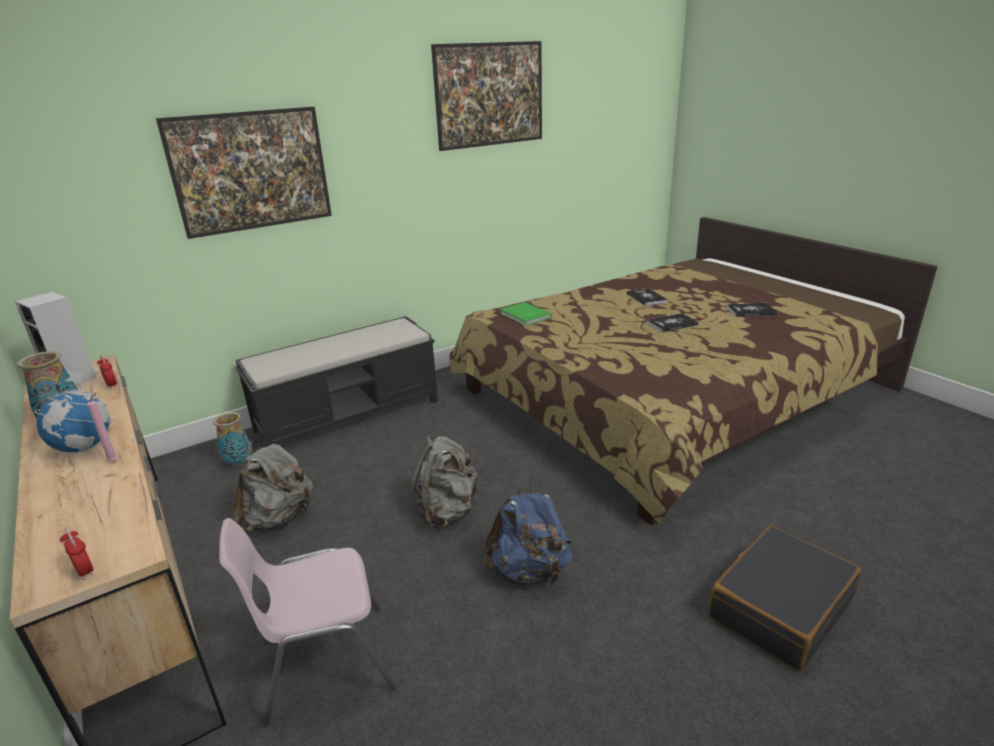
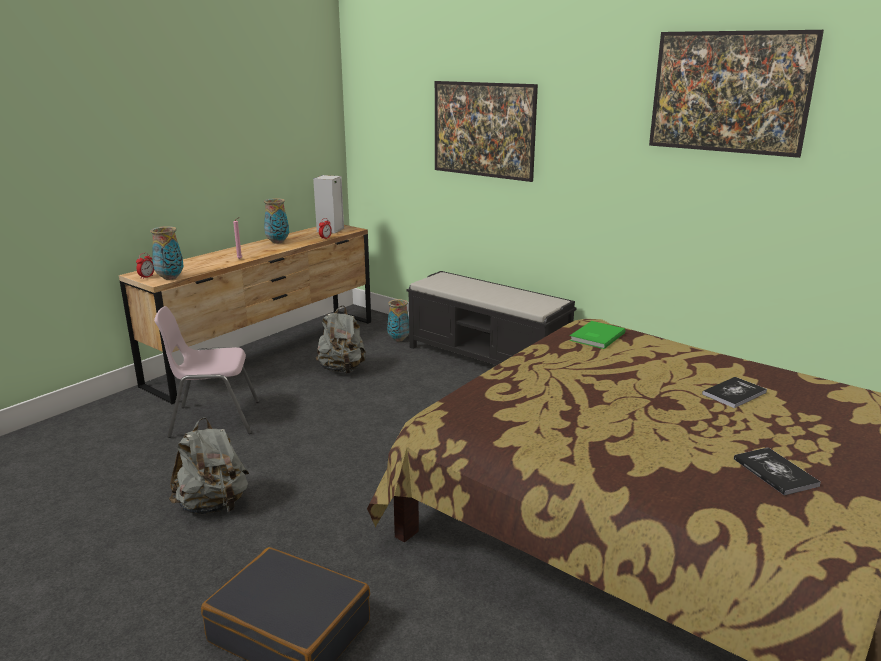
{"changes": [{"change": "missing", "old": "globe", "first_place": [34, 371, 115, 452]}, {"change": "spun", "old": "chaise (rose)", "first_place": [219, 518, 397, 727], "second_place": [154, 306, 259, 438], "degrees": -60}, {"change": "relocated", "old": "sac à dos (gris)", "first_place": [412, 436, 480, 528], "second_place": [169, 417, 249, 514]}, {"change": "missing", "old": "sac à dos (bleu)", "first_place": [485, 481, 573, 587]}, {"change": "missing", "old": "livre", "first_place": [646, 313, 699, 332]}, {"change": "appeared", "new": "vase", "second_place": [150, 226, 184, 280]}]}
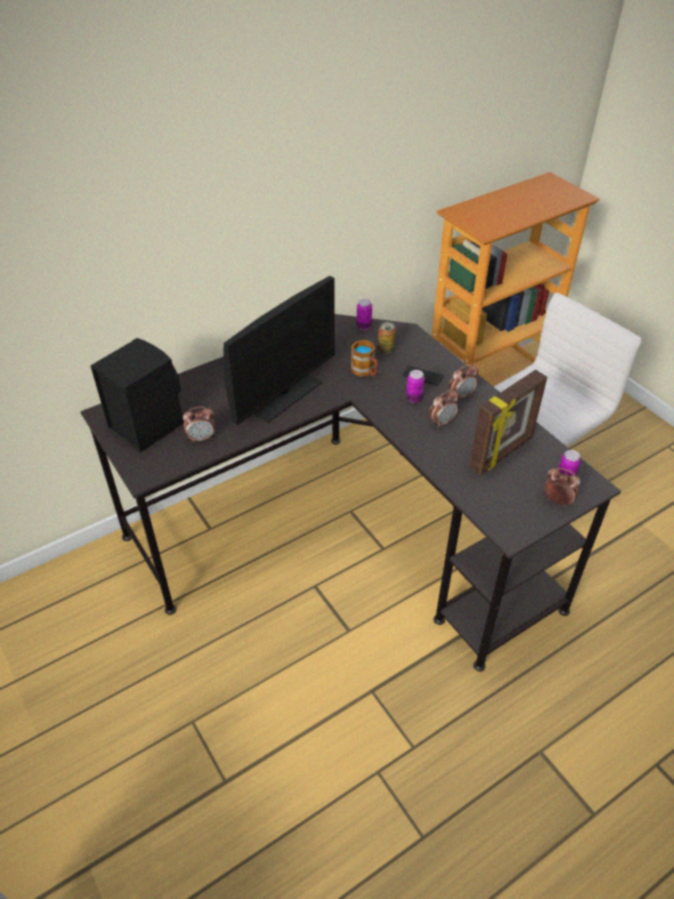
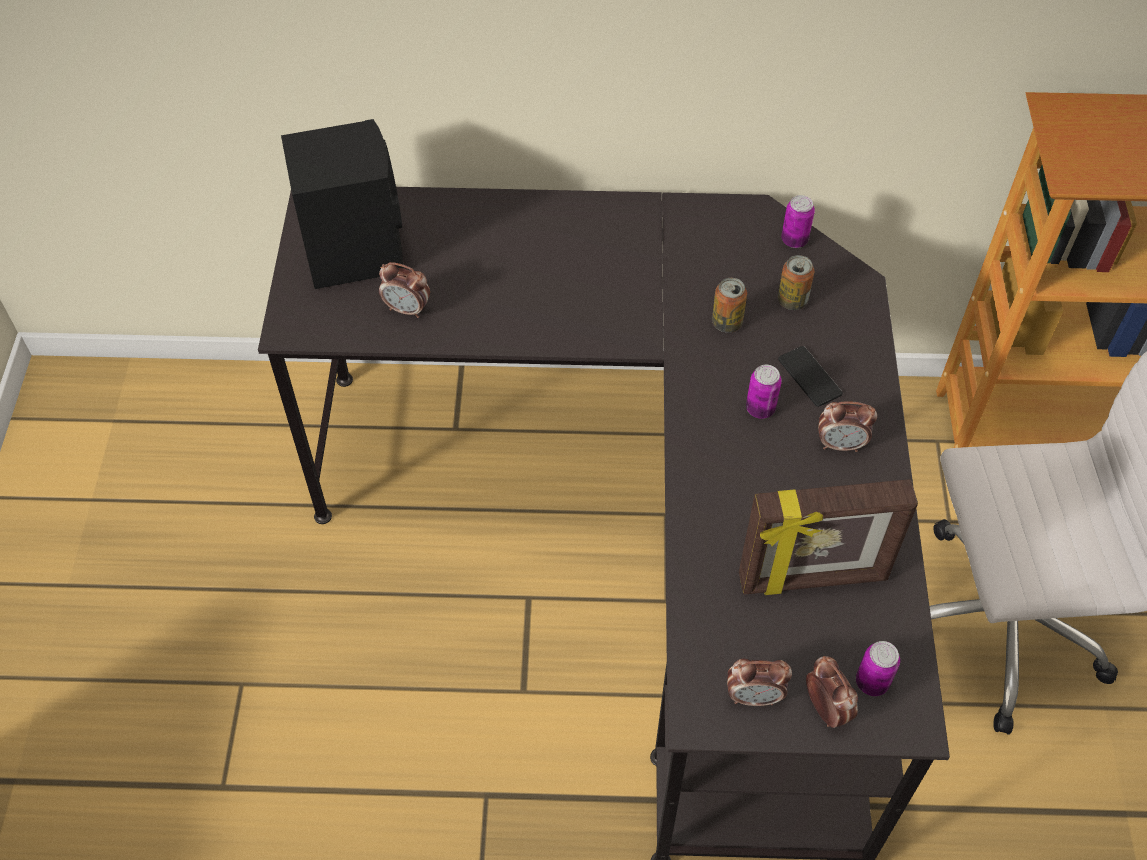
{"changes": [{"change": "missing", "old": "écran d'ordinateur", "first_place": [223, 276, 335, 425]}, {"change": "exchanged", "old": "mug", "new": "boîte métallique", "first_place": [351, 340, 378, 377], "second_place": [712, 278, 747, 333]}, {"change": "relocated", "old": "réveil", "first_place": [429, 390, 459, 428], "second_place": [727, 659, 792, 706]}]}
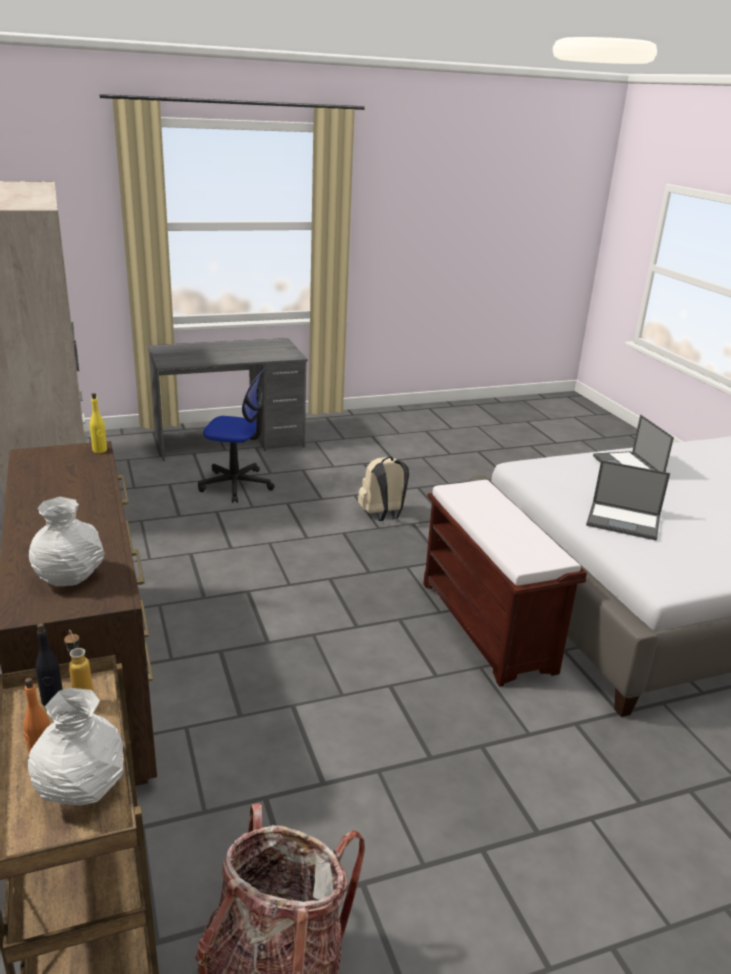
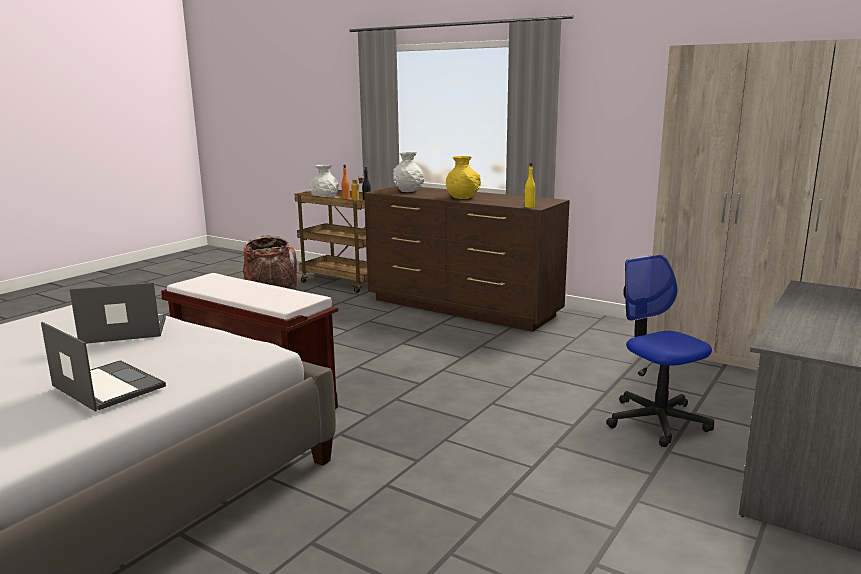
{"changes": [{"change": "spun", "old": "chaise de bureau", "first_place": [198, 368, 275, 503], "second_place": [606, 254, 714, 447], "degrees": 90}, {"change": "missing", "old": "sac à dos (beige)", "first_place": [358, 457, 409, 521]}, {"change": "appeared", "new": "vase (jaune)", "second_place": [446, 156, 481, 199]}]}
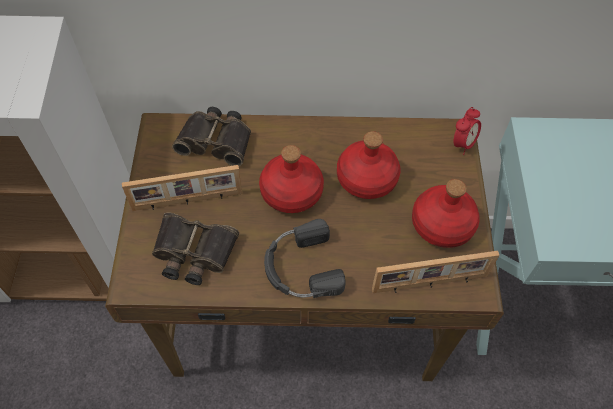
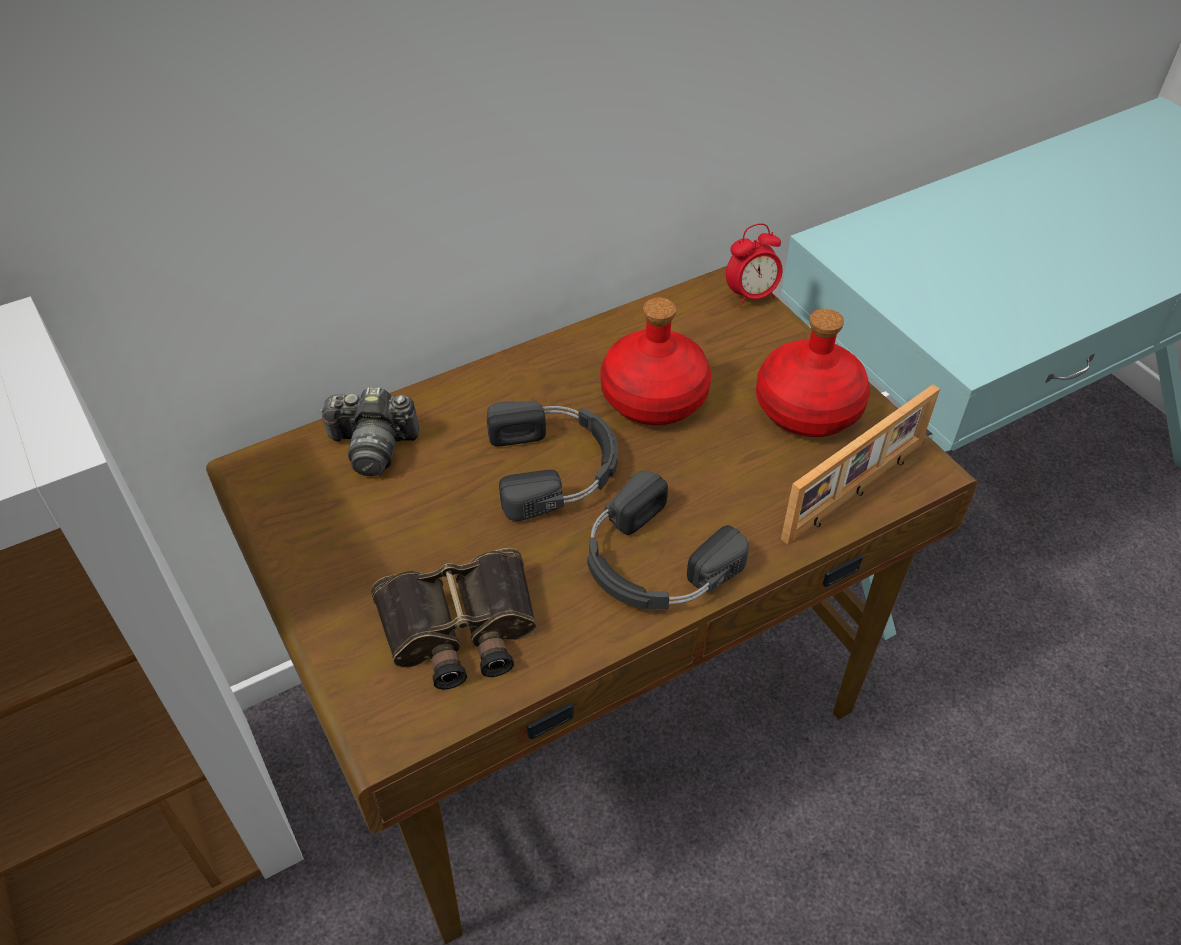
{"changes": [{"change": "missing", "old": "cadre photo", "first_place": [122, 165, 242, 211]}, {"change": "exchanged", "old": "jumelles", "new": "appareil photo", "first_place": [172, 107, 251, 166], "second_place": [319, 387, 419, 476]}, {"change": "exchanged", "old": "bouteille (rouge)", "new": "casque audio (noir)", "first_place": [259, 145, 324, 213], "second_place": [486, 401, 618, 521]}, {"change": "spun", "old": "réveil", "first_place": [453, 107, 481, 155], "second_place": [726, 223, 783, 308], "degrees": 60}]}
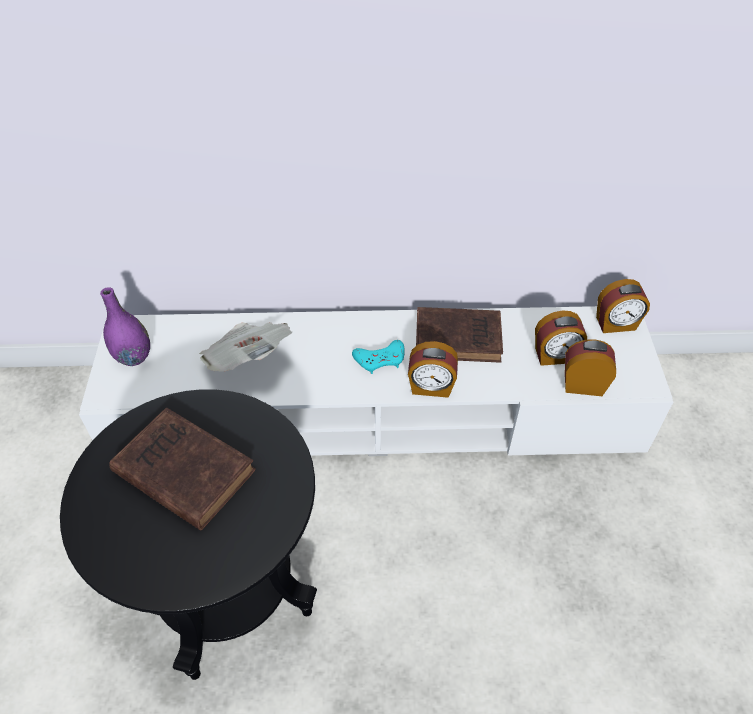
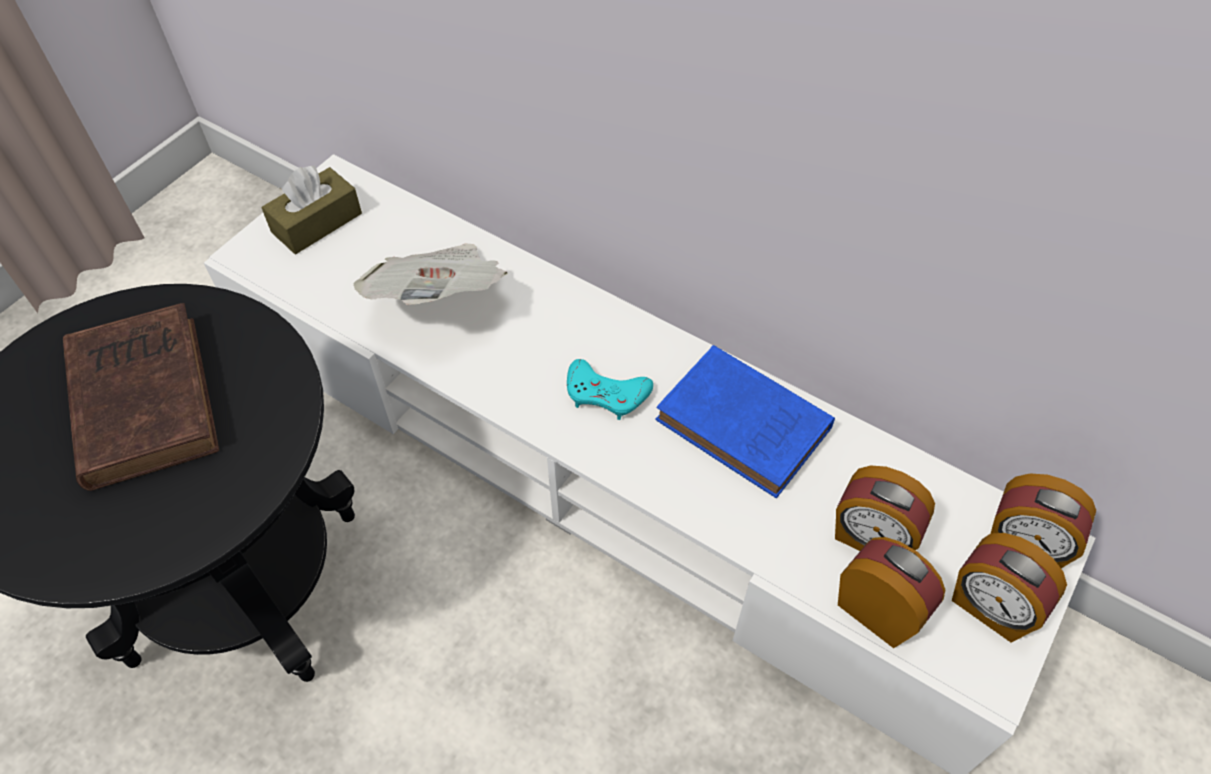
{"changes": [{"change": "exchanged", "old": "vase (violet)", "new": "boîte à mouchoirs (marron)", "first_place": [100, 287, 150, 366], "second_place": [261, 165, 362, 254]}, {"change": "relocated", "old": "réveil", "first_place": [408, 341, 458, 398], "second_place": [952, 533, 1067, 643]}, {"change": "colour", "old": "livre (marron)", "new": "livre (bleu)", "first_place": [416, 307, 503, 363], "second_place": [655, 345, 835, 498]}]}
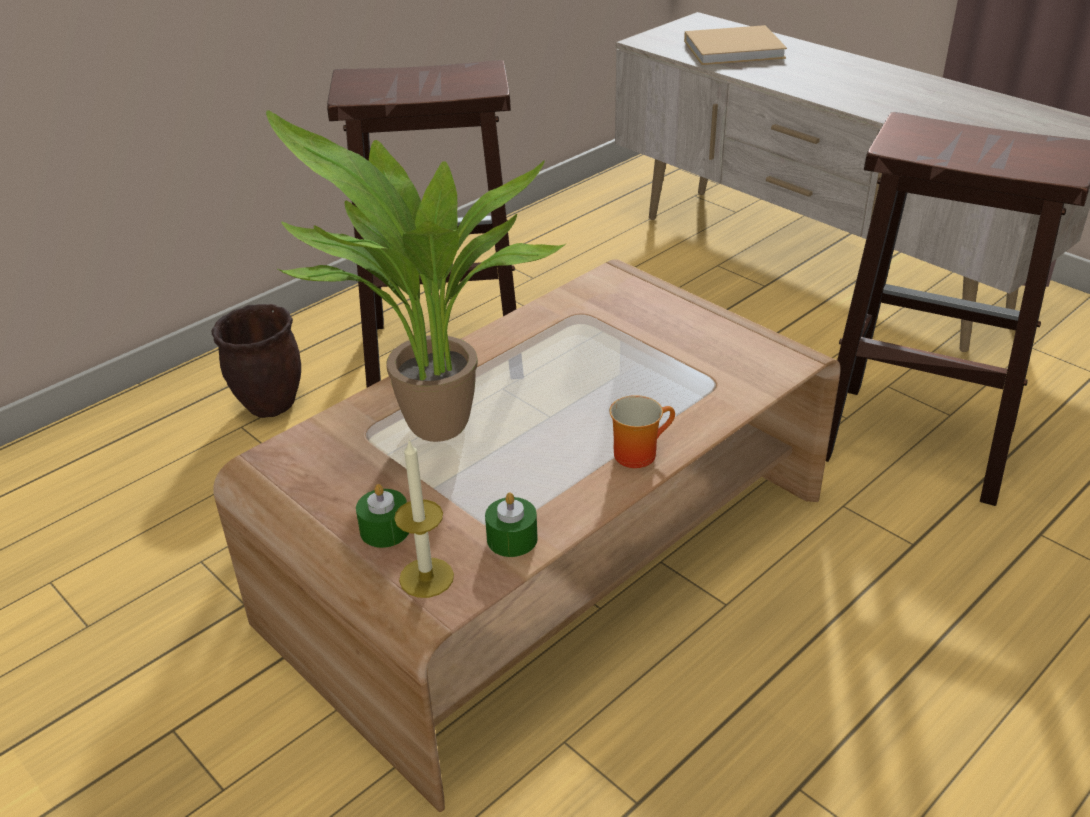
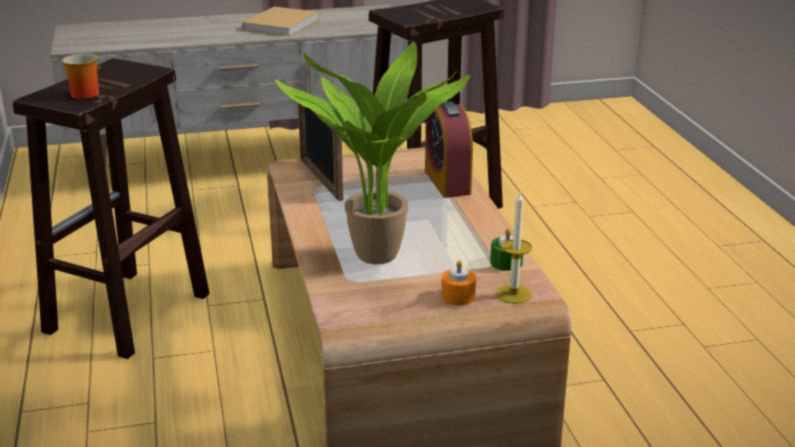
{"changes": [{"change": "missing", "old": "cache-pot (marron)", "first_place": [212, 304, 301, 418]}, {"change": "colour", "old": "bougie (vert)", "new": "bougie (orange)", "first_place": [356, 484, 409, 548], "second_place": [441, 260, 476, 305]}, {"change": "relocated", "old": "mug", "first_place": [609, 395, 675, 468], "second_place": [62, 54, 99, 99]}, {"change": "relocated", "old": "livre (beige)", "first_place": [684, 25, 787, 65], "second_place": [242, 7, 319, 36]}, {"change": "appeared", "new": "cadre photo", "second_place": [298, 103, 343, 201]}, {"change": "appeared", "new": "réveil", "second_place": [425, 101, 473, 198]}]}
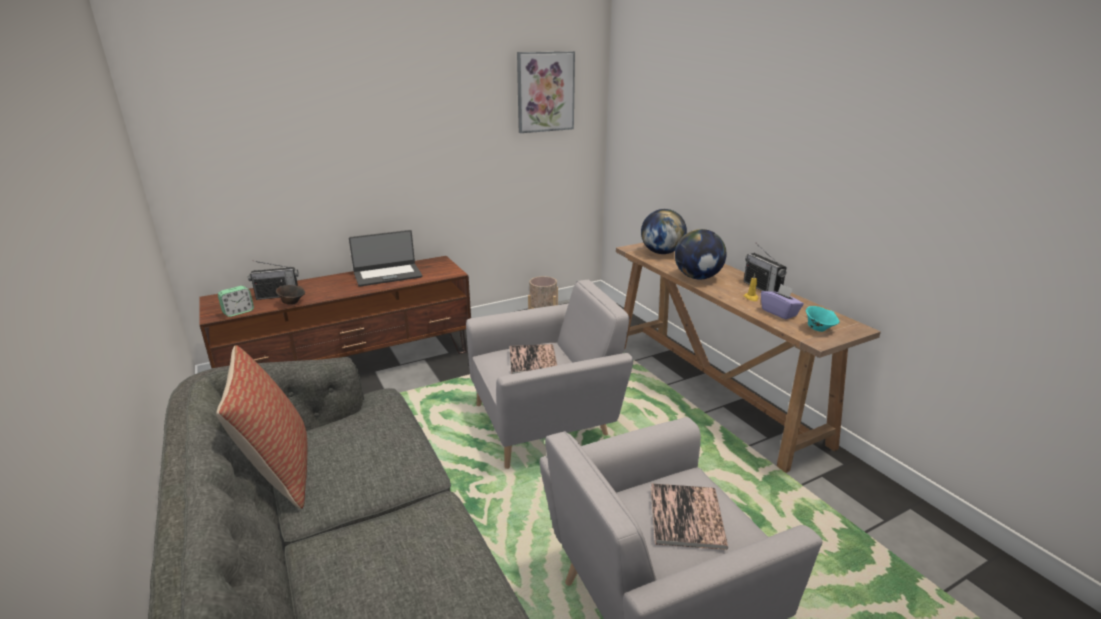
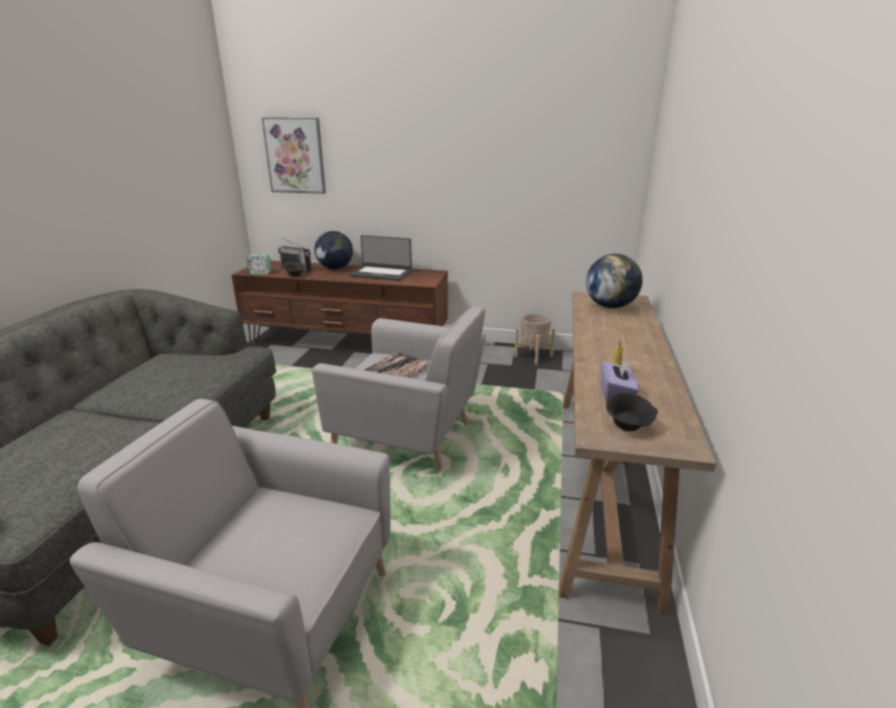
{"changes": [{"change": "missing", "old": "coussin", "first_place": [216, 345, 307, 509]}, {"change": "relocated", "old": "tableau", "first_place": [517, 51, 575, 133], "second_place": [262, 118, 326, 194]}, {"change": "missing", "old": "livre", "first_place": [651, 483, 728, 550]}, {"change": "relocated", "old": "globe", "first_place": [675, 229, 727, 280], "second_place": [314, 231, 353, 269]}, {"change": "missing", "old": "radio", "first_place": [744, 243, 787, 292]}, {"change": "colour", "old": "bol (turquoise)", "new": "bol (noir)", "first_place": [806, 306, 839, 332], "second_place": [606, 393, 658, 431]}]}
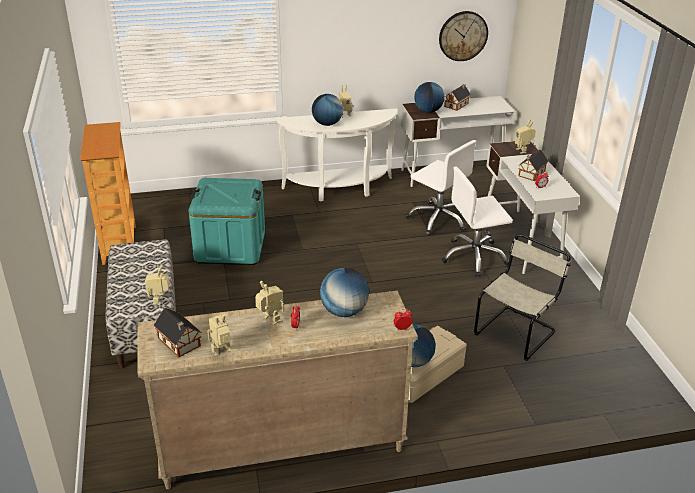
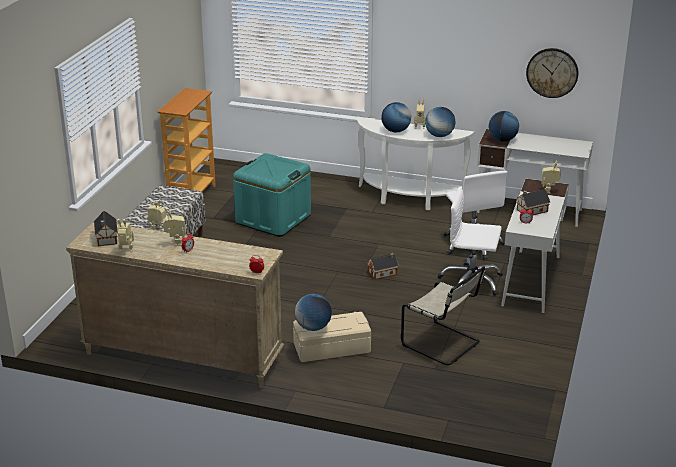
{"changes": [{"change": "relocated", "old": "globe", "first_place": [320, 268, 369, 317], "second_place": [425, 107, 455, 137]}, {"change": "relocated", "old": "maison miniature", "first_place": [444, 84, 471, 111], "second_place": [367, 253, 399, 279]}, {"change": "spun", "old": "chaise (beige)", "first_place": [474, 234, 571, 361], "second_place": [401, 266, 485, 365], "degrees": 60}]}
